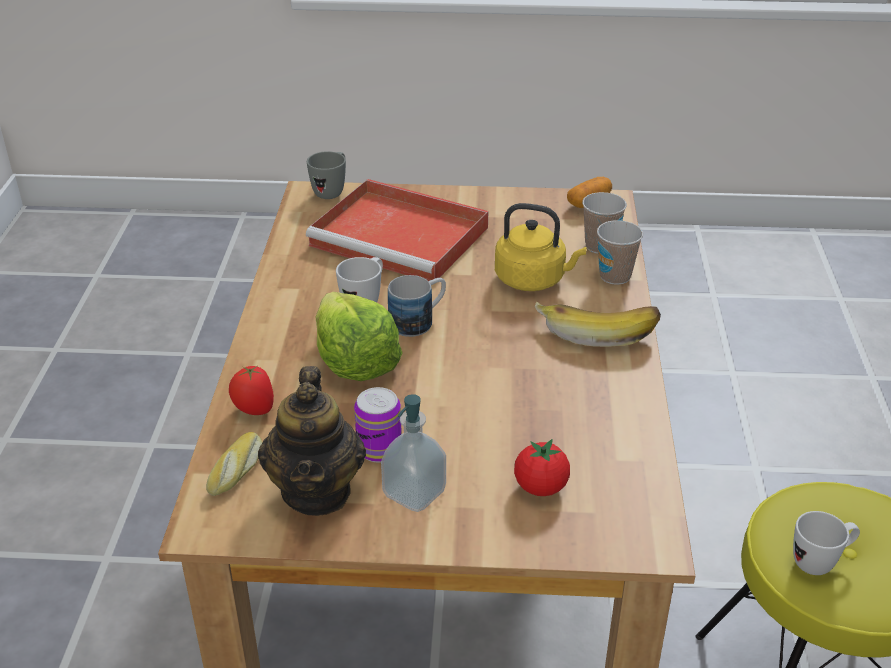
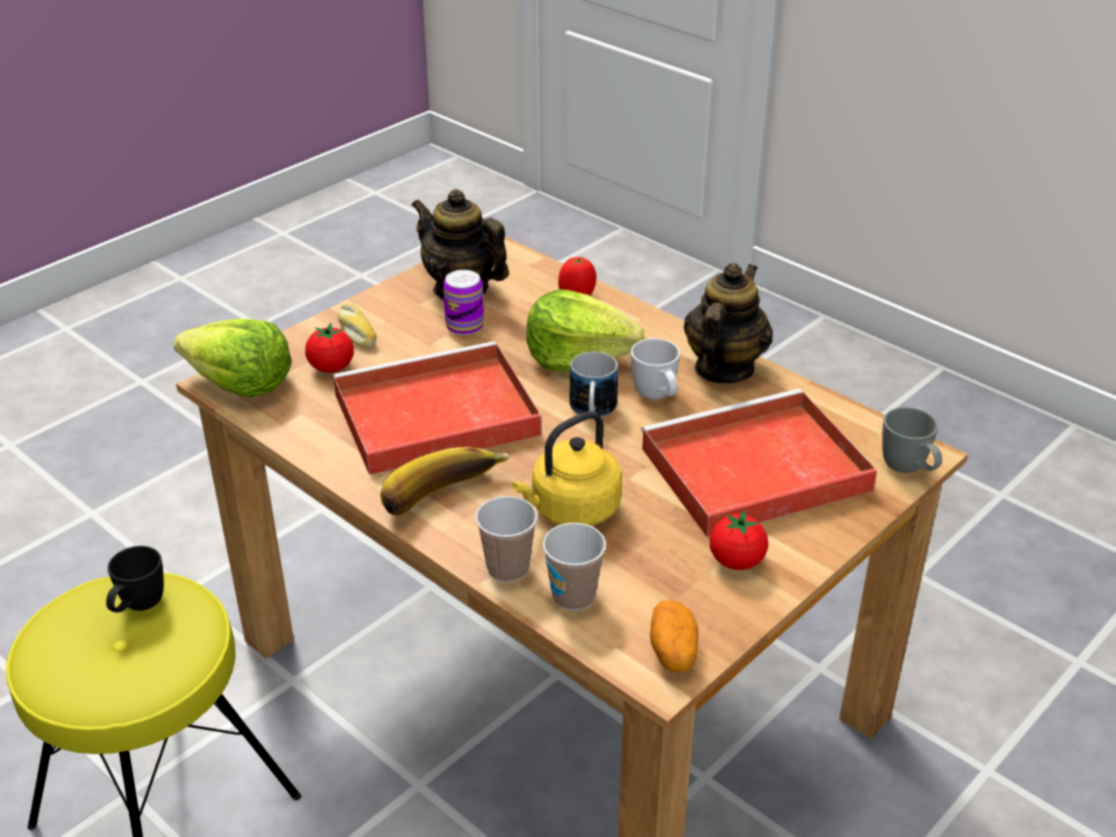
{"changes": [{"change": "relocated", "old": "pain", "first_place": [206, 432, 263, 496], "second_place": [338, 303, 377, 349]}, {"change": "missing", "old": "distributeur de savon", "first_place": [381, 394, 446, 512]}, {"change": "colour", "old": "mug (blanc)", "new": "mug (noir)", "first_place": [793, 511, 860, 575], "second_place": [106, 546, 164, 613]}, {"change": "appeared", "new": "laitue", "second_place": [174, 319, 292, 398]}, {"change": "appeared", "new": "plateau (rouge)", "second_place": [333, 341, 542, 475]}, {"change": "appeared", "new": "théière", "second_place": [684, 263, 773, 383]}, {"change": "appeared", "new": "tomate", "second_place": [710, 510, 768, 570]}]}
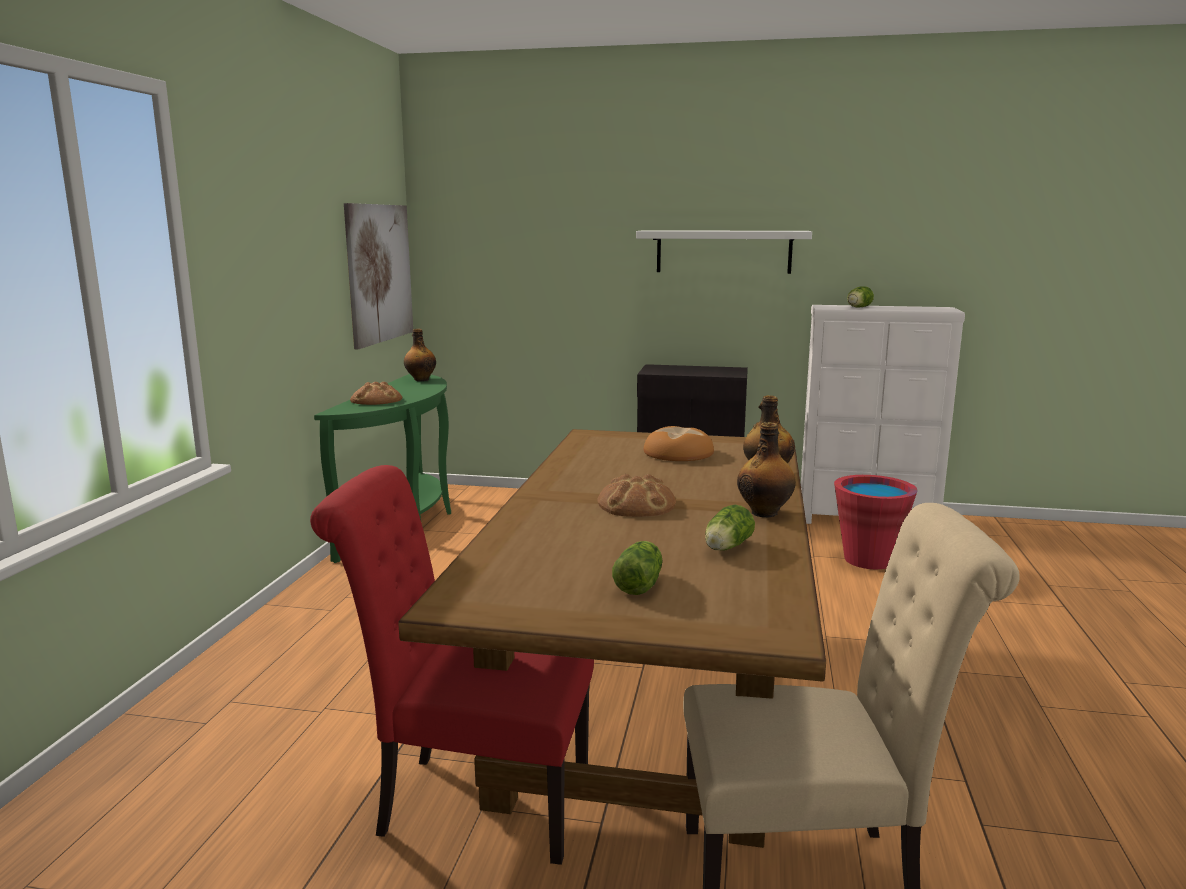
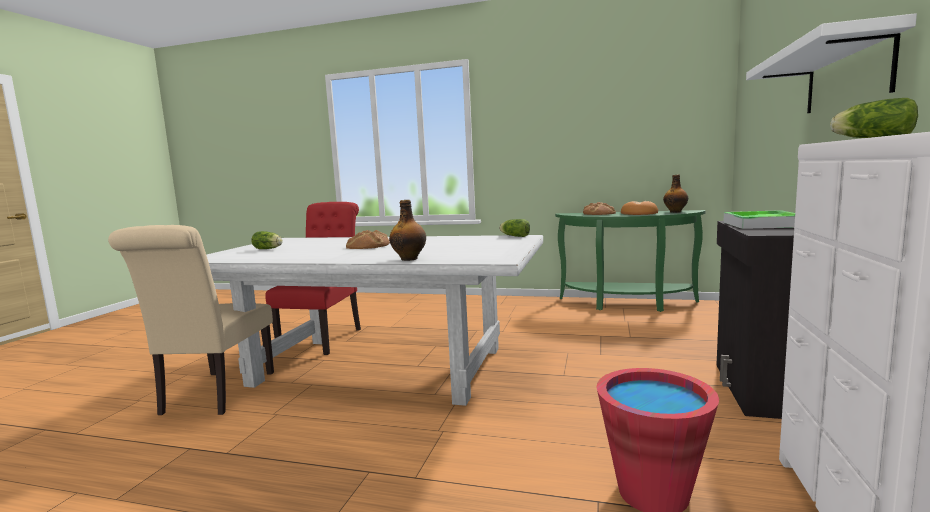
{"changes": [{"change": "missing", "old": "tableau", "first_place": [344, 203, 413, 349]}, {"change": "colour", "old": "table à manger (marron)", "new": "table à manger (blanc)", "first_place": [398, 429, 826, 848], "second_place": [206, 235, 543, 406]}, {"change": "relocated", "old": "pain", "first_place": [644, 426, 714, 461], "second_place": [621, 201, 658, 215]}, {"change": "relocated", "old": "laitue", "first_place": [705, 505, 755, 550], "second_place": [499, 219, 530, 237]}, {"change": "missing", "old": "bouteille", "first_place": [737, 422, 796, 517]}, {"change": "appeared", "new": "plateau", "second_place": [723, 210, 795, 229]}]}
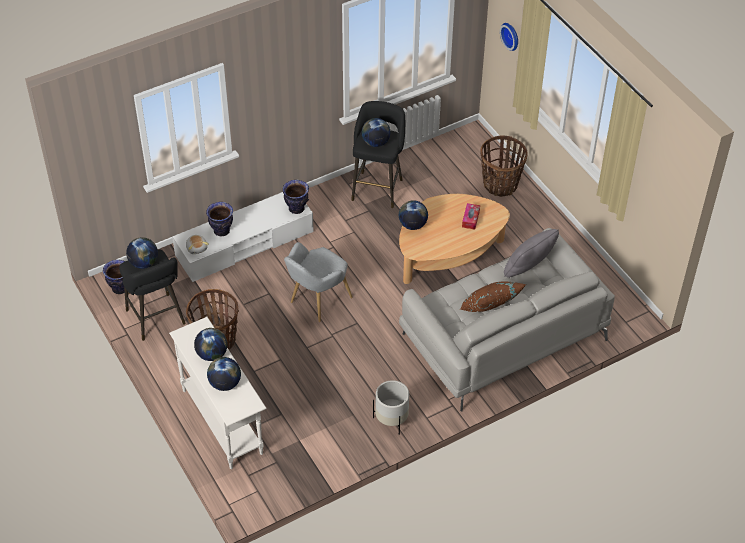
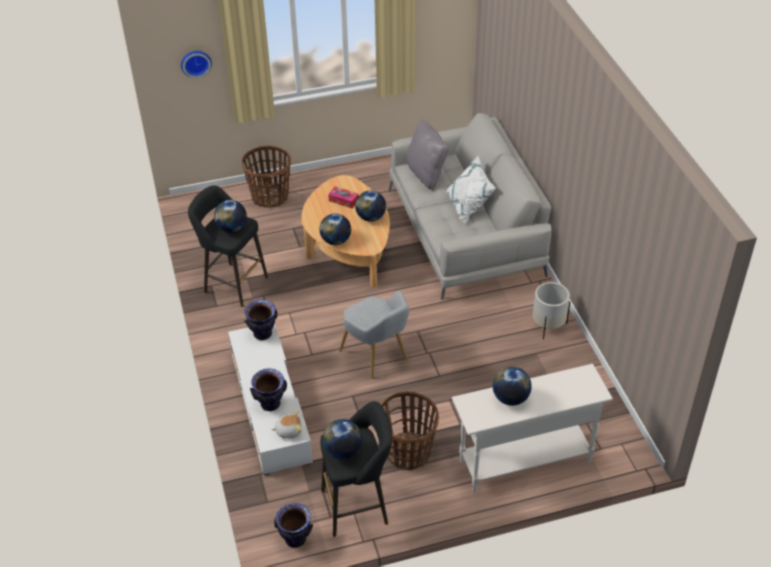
{"changes": [{"change": "relocated", "old": "globe", "first_place": [207, 357, 241, 391], "second_place": [355, 190, 386, 222]}, {"change": "colour", "old": "coussin (marron)", "new": "coussin (blanc)", "first_place": [460, 281, 527, 312], "second_place": [446, 156, 496, 224]}]}
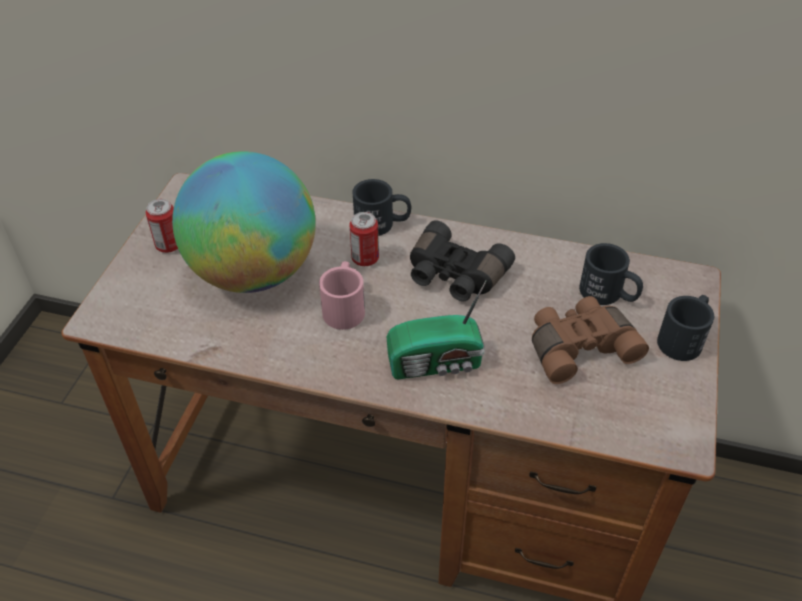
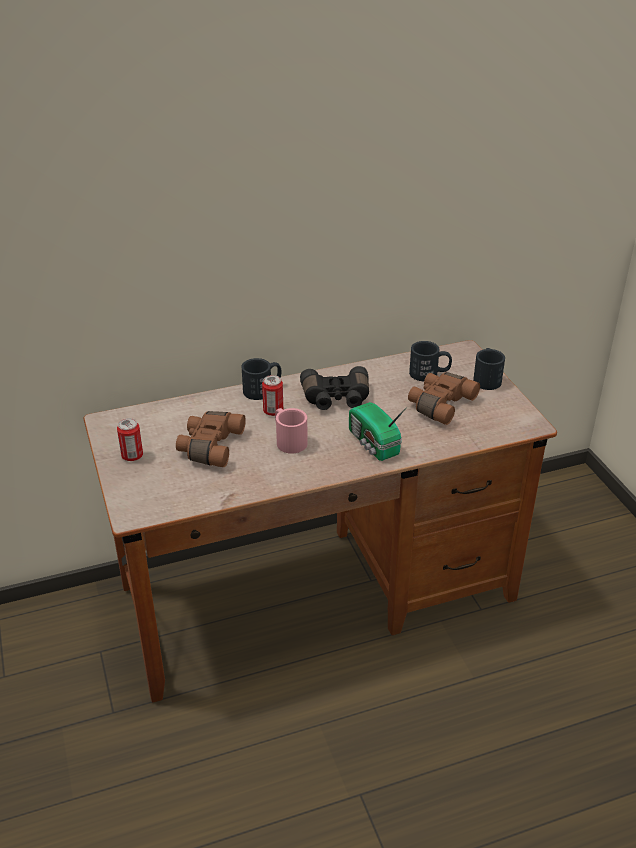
{"changes": [{"change": "exchanged", "old": "globe", "new": "jumelles (marron)", "first_place": [172, 151, 316, 293], "second_place": [176, 411, 246, 467]}, {"change": "spun", "old": "radio", "first_place": [387, 280, 487, 380], "second_place": [349, 402, 407, 461], "degrees": 105}]}
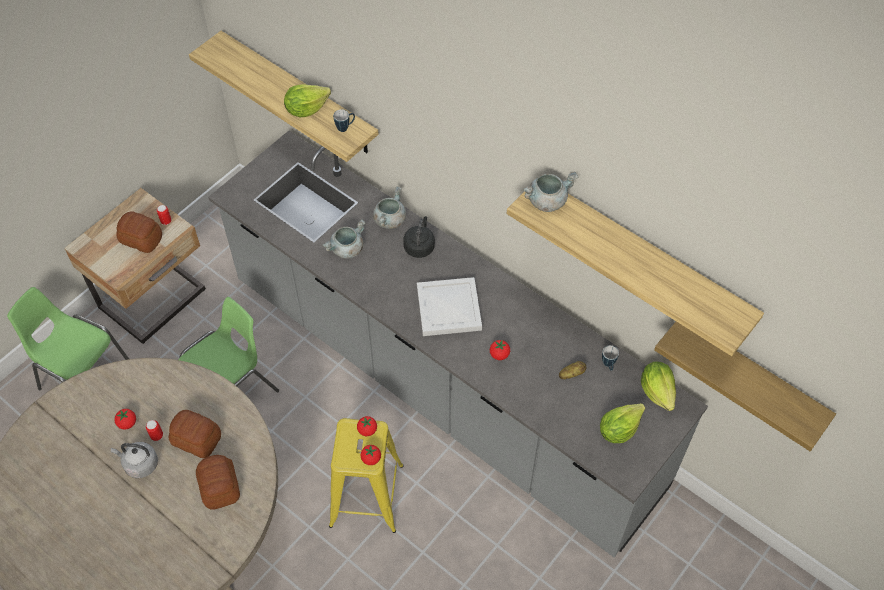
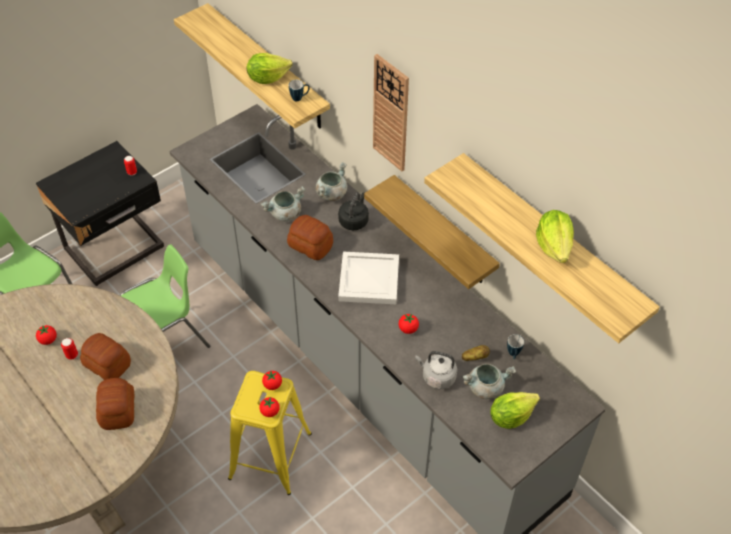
{"changes": [{"change": "colour", "old": "table de chevet (beige)", "new": "table de chevet (noir)", "first_place": [64, 188, 206, 344], "second_place": [36, 141, 164, 286]}, {"change": "relocated", "old": "bouilloire (gris)", "first_place": [111, 442, 158, 478], "second_place": [415, 351, 457, 389]}, {"change": "relocated", "old": "pain", "first_place": [116, 212, 162, 253], "second_place": [287, 215, 333, 260]}, {"change": "relocated", "old": "marmite (gris)", "first_place": [523, 172, 578, 212], "second_place": [463, 364, 516, 399]}, {"change": "relocated", "old": "laitue", "first_place": [641, 362, 676, 411], "second_place": [536, 210, 574, 263]}, {"change": "relocated", "old": "étagère", "first_place": [654, 322, 836, 451], "second_place": [364, 175, 500, 289]}, {"change": "appeared", "new": "horloge murale", "second_place": [373, 54, 409, 172]}]}
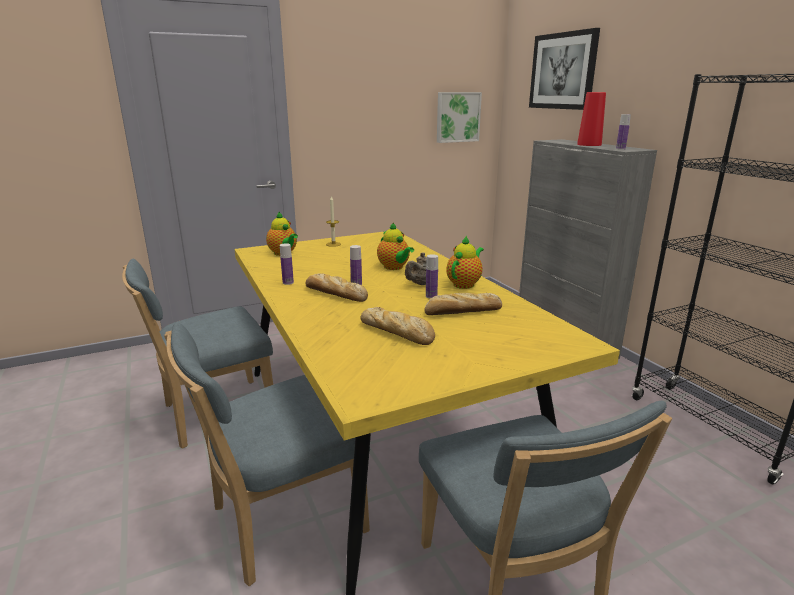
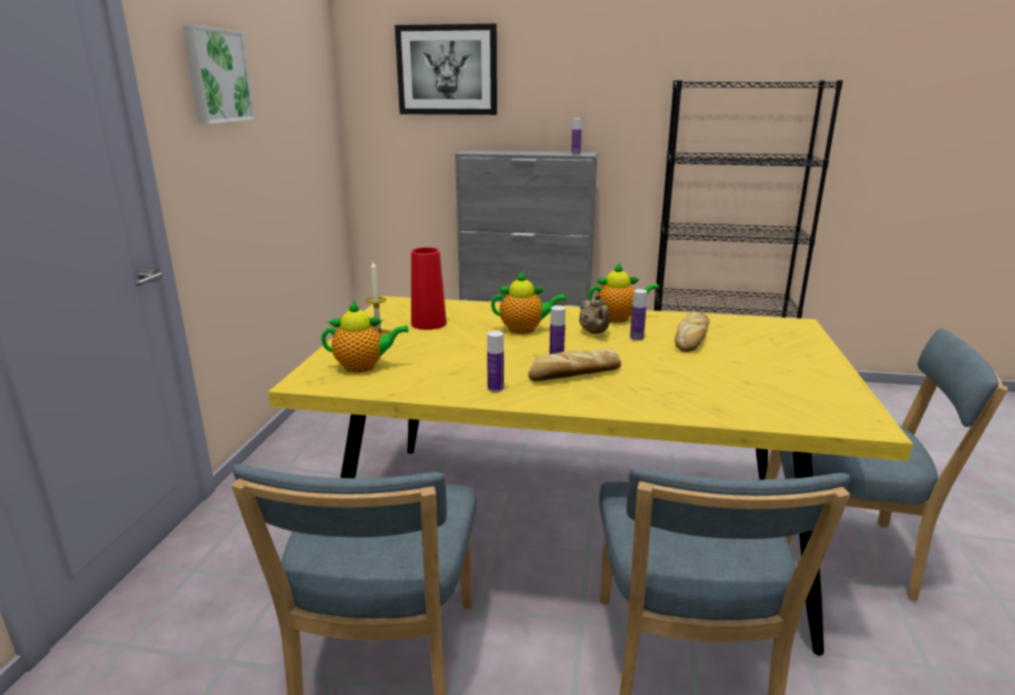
{"changes": [{"change": "missing", "old": "pain", "first_place": [361, 307, 435, 345]}, {"change": "relocated", "old": "tableau", "first_place": [437, 92, 482, 143], "second_place": [182, 25, 255, 124]}, {"change": "spun", "old": "théière", "first_place": [446, 236, 484, 289], "second_place": [588, 262, 660, 323], "degrees": 105}, {"change": "relocated", "old": "vase (rouge)", "first_place": [577, 92, 606, 146], "second_place": [411, 247, 446, 330]}]}
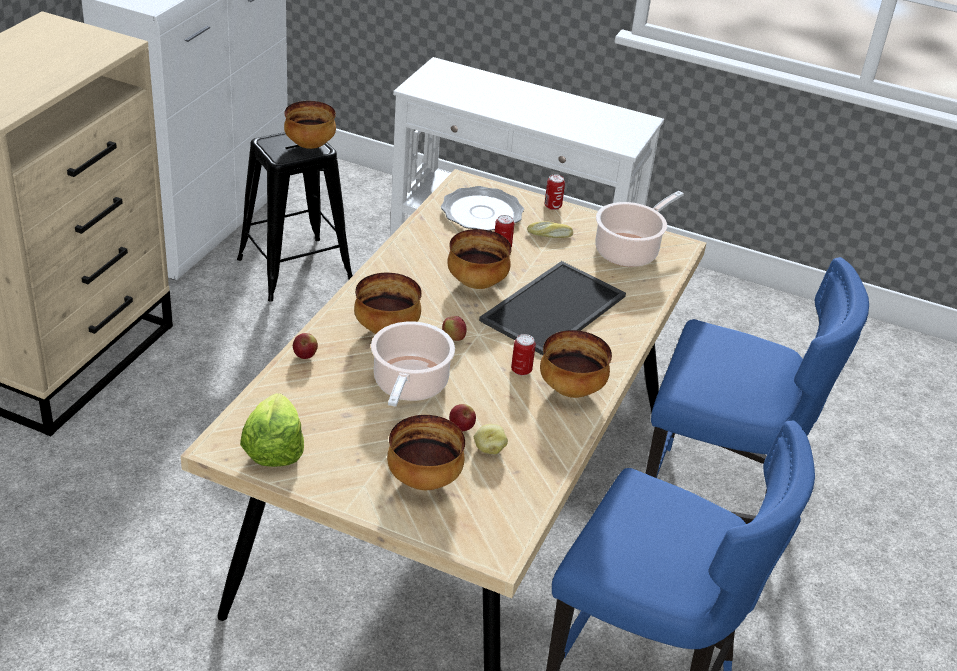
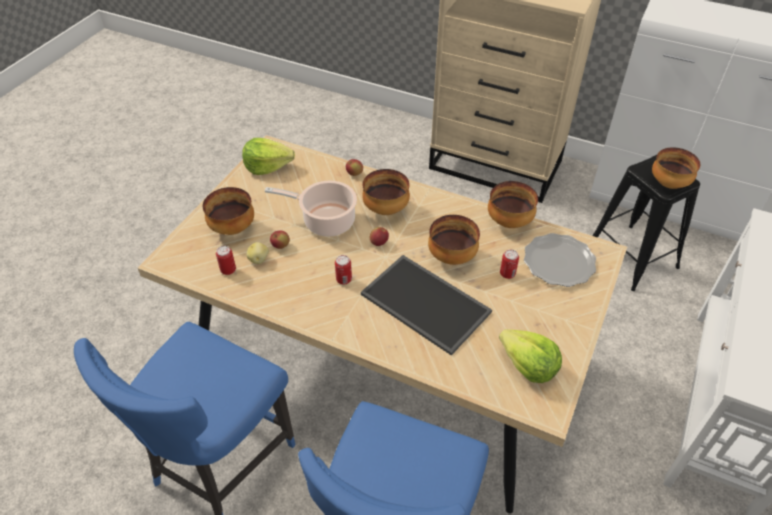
{"changes": [{"change": "missing", "old": "pain", "first_place": [527, 221, 573, 238]}, {"change": "relocated", "old": "bol", "first_place": [540, 330, 612, 398], "second_place": [488, 181, 538, 228]}, {"change": "relocated", "old": "boîte métallique", "first_place": [545, 175, 565, 210], "second_place": [216, 246, 236, 275]}, {"change": "exchanged", "old": "marmite", "new": "laitue", "first_place": [595, 191, 684, 267], "second_place": [499, 329, 562, 383]}]}
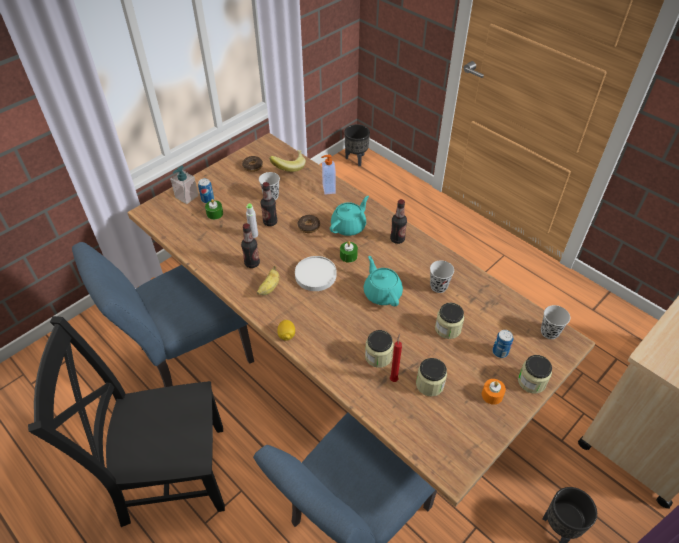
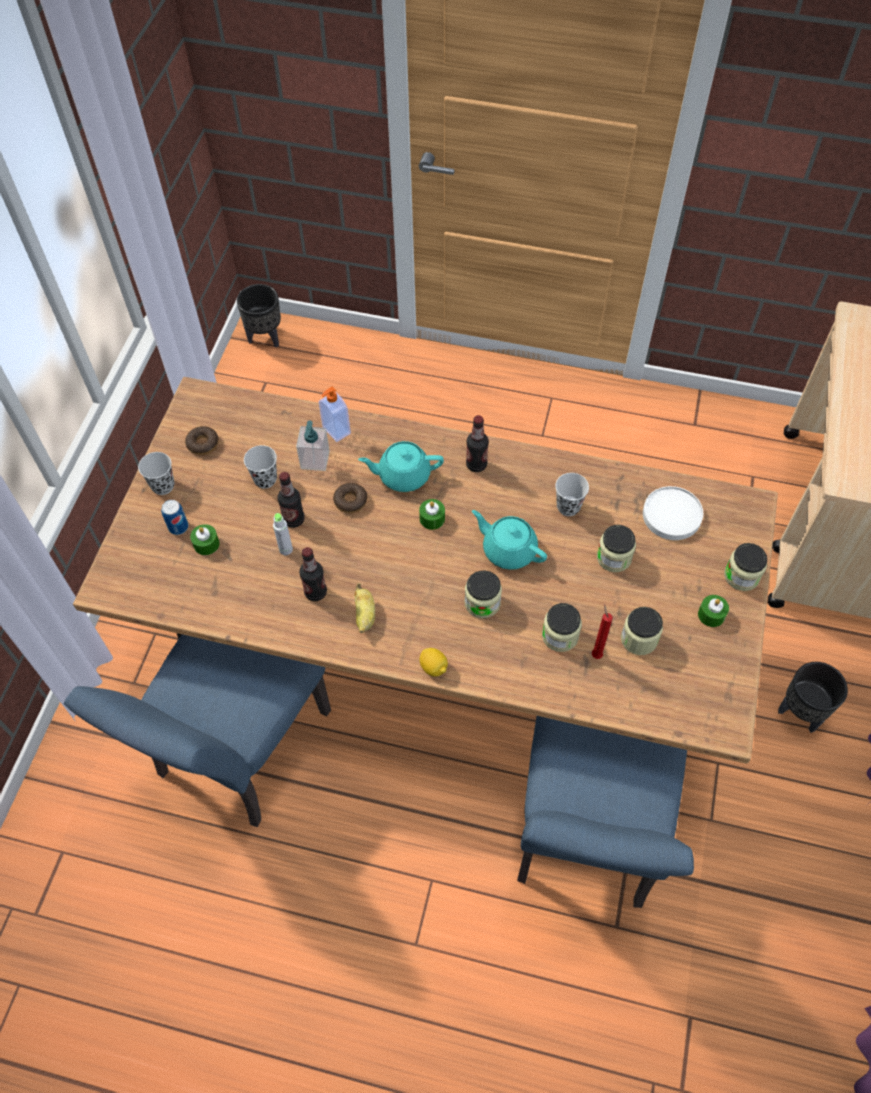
{"changes": [{"change": "missing", "old": "chaise (noir)", "first_place": [28, 316, 225, 527]}, {"change": "relocated", "old": "distributeur de savon", "first_place": [170, 166, 199, 204], "second_place": [296, 420, 330, 471]}, {"change": "missing", "old": "banane", "first_place": [269, 150, 306, 172]}, {"change": "relocated", "old": "assiette (blanc)", "first_place": [295, 256, 336, 291], "second_place": [643, 486, 703, 540]}, {"change": "spun", "old": "théière (turquoise)", "first_place": [330, 196, 369, 236], "second_place": [358, 441, 444, 492], "degrees": -105}, {"change": "colour", "old": "bougie (orange)", "new": "bougie (vert)", "first_place": [482, 379, 506, 405], "second_place": [698, 595, 729, 627]}, {"change": "missing", "old": "boîte métallique", "first_place": [492, 330, 513, 358]}, {"change": "relocated", "old": "tasse (noir)", "first_place": [541, 305, 570, 339], "second_place": [138, 452, 175, 495]}, {"change": "appeared", "new": "bocal", "second_place": [465, 571, 502, 618]}]}
